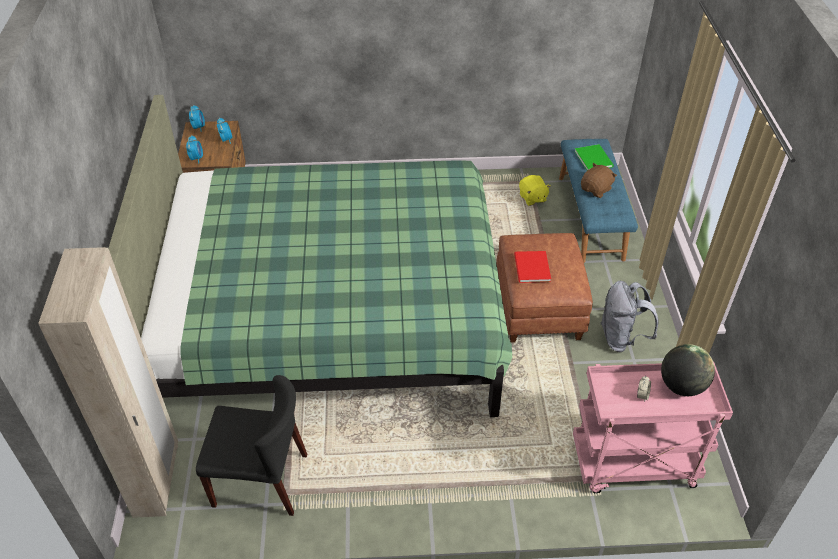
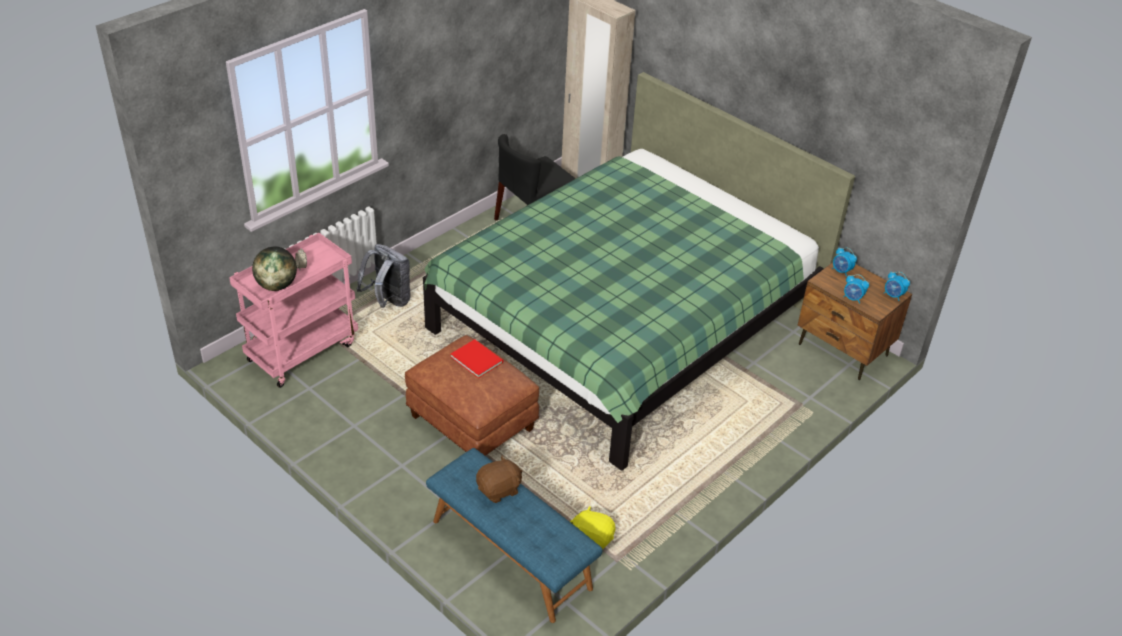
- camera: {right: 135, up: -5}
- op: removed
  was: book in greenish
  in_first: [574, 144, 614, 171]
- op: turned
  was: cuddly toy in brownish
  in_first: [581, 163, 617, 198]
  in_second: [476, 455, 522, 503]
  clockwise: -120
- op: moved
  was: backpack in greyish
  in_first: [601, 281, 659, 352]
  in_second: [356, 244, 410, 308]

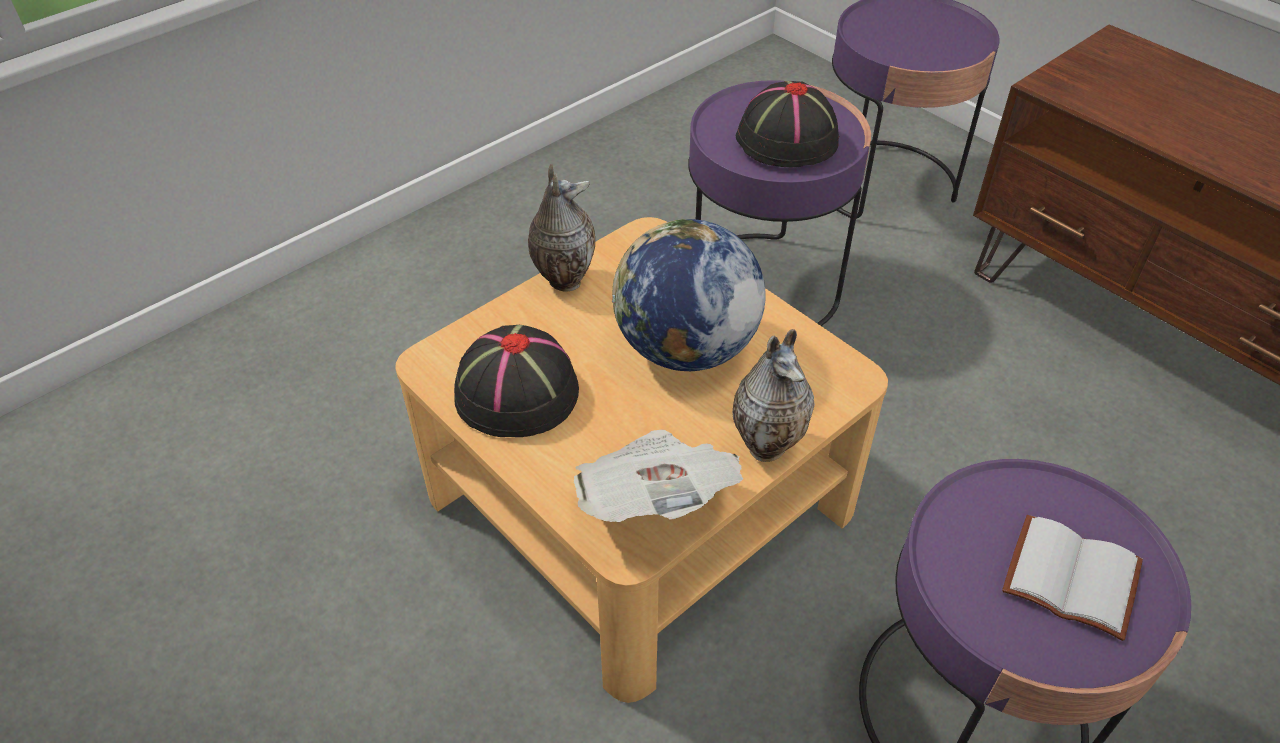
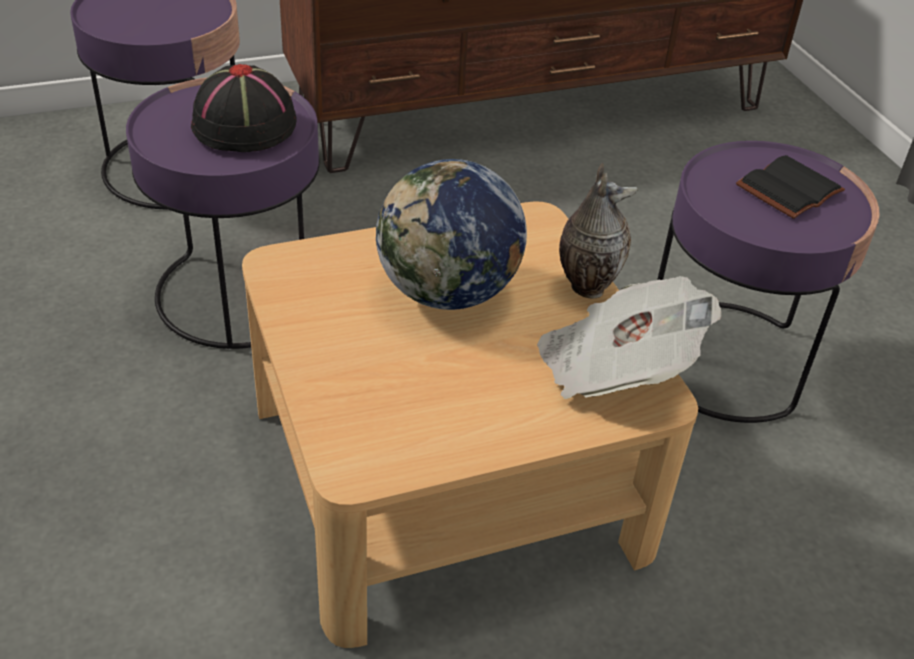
- camera: {right: -70, up: -5}
- op: removed
  was: clothing hat in black-coloured
  in_first: [454, 325, 579, 437]
- op: removed
  was: flower vase
  in_first: [528, 164, 595, 291]
- op: recoloured
  was: book in white-coloured
  now: book in black-coloured
  in_first: [1002, 515, 1143, 641]
  in_second: [736, 155, 845, 219]

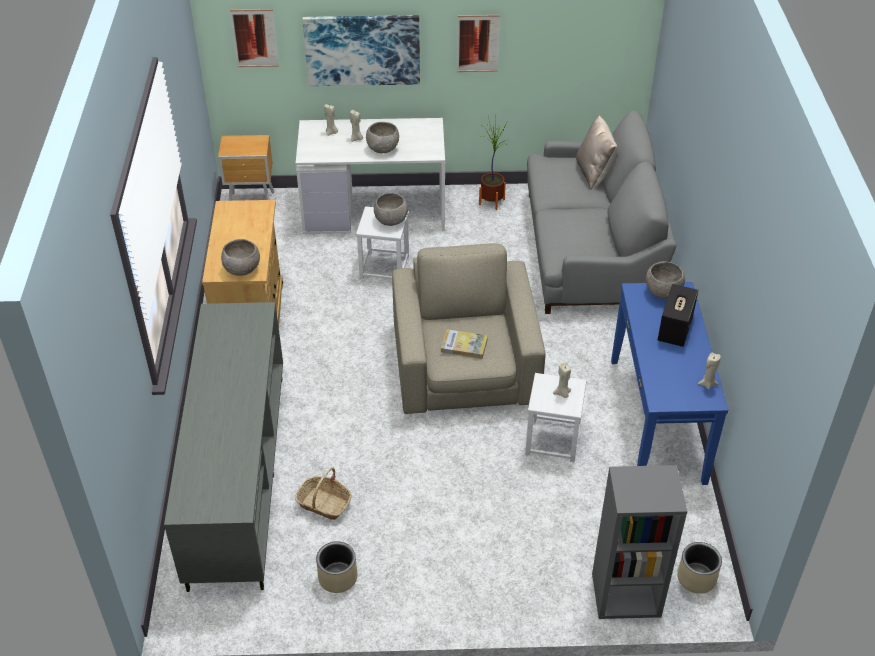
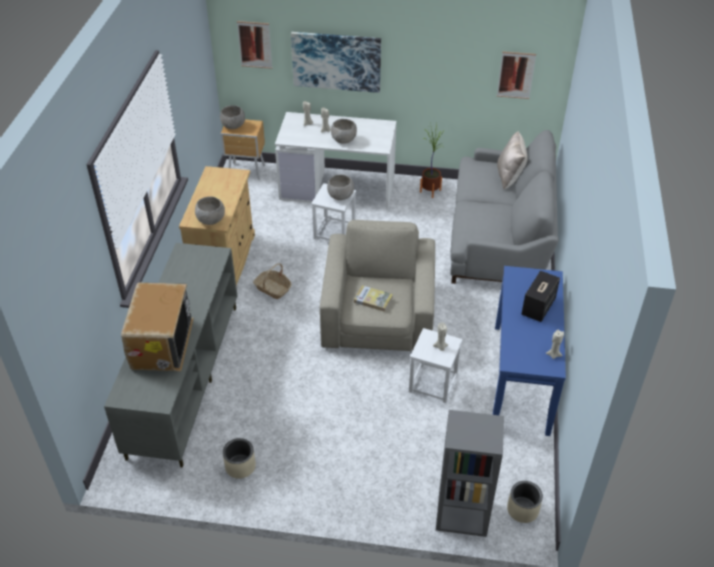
- camera: {right: 10, up: 0}
- op: moved
  was: household basket
  in_first: [295, 467, 351, 520]
  in_second: [253, 263, 291, 299]
- op: moved
  was: wall picture
  in_first: [457, 15, 500, 72]
  in_second: [497, 52, 536, 99]
- op: moved
  was: deep dish in greyish
  in_first: [646, 262, 685, 299]
  in_second: [220, 105, 245, 129]
- op: added
  now: TV set
  in_second: [121, 282, 193, 371]

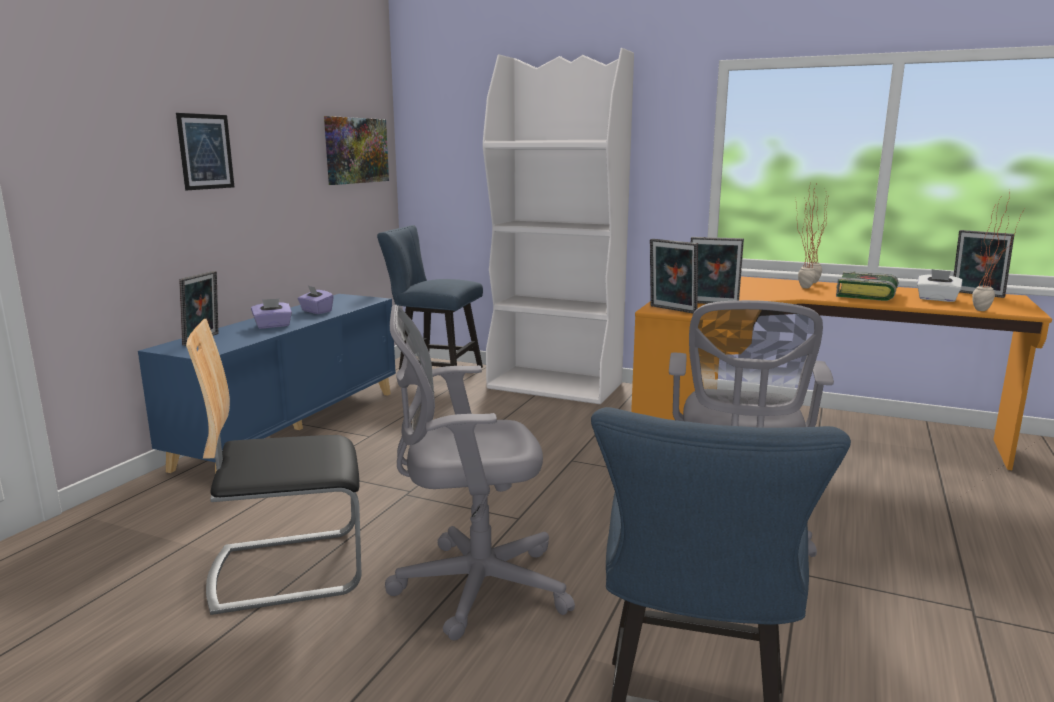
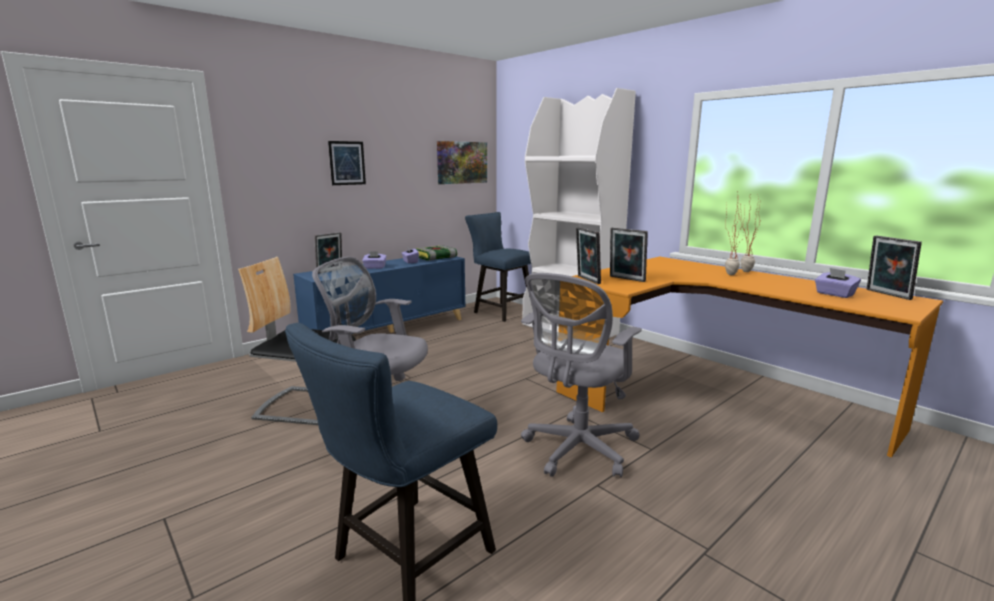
- camera: {right: 25, up: 0}
- op: moved
  was: book
  in_first: [836, 271, 898, 301]
  in_second: [416, 245, 457, 261]
- op: recoloured
  was: box of tissues in white-coloured
  now: box of tissues in purple
  in_first: [917, 269, 962, 302]
  in_second: [815, 268, 861, 298]
- op: removed
  was: houseplant
  in_first: [972, 190, 1022, 311]

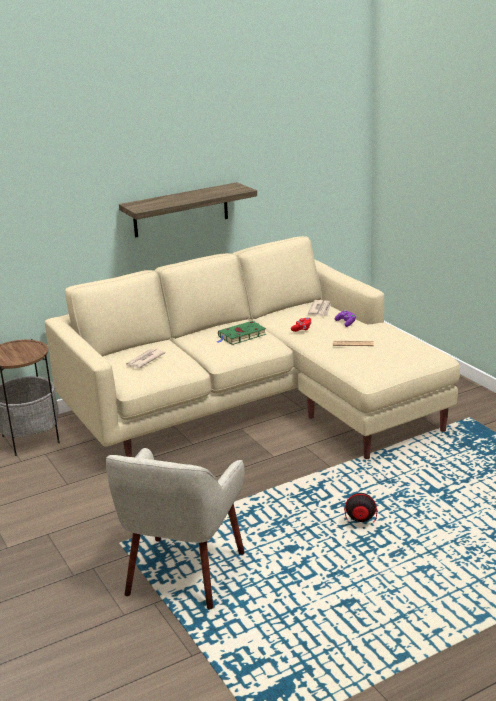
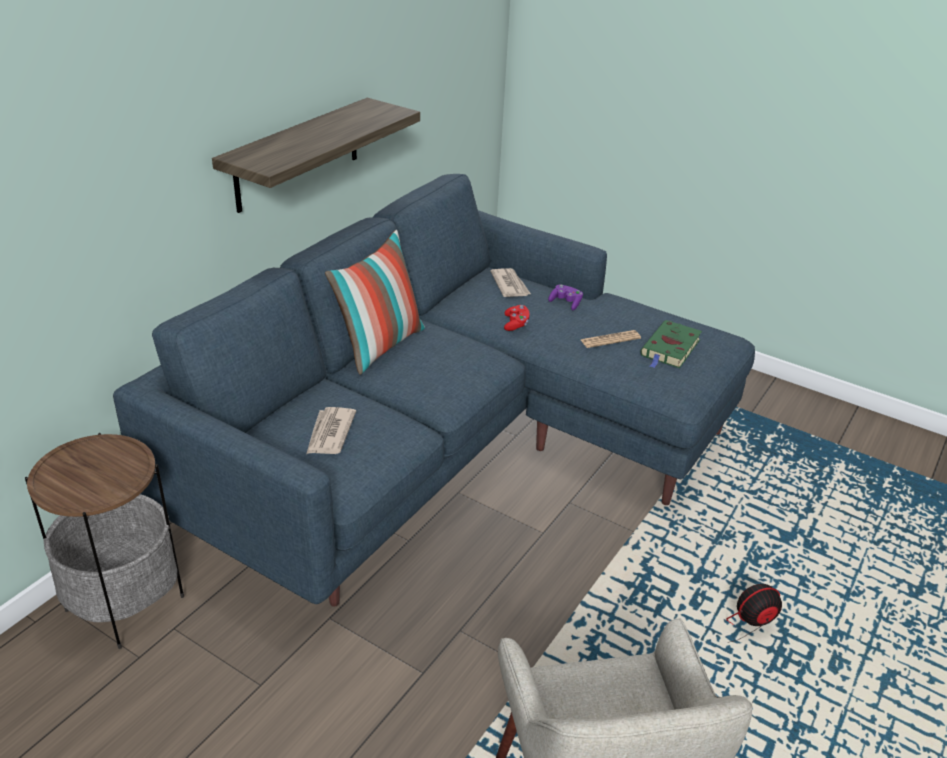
- camera: {right: -30, up: 10}
- op: recoloured
  was: settee in sand-coloured
  now: settee in blue
  in_first: [45, 236, 460, 459]
  in_second: [113, 174, 755, 607]
- op: moved
  was: book in greenish
  in_first: [217, 321, 266, 345]
  in_second: [640, 320, 702, 368]
- op: added
  now: pillow
  in_second: [325, 230, 425, 375]

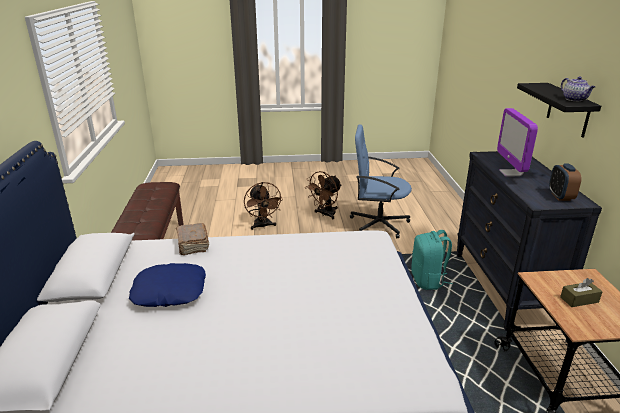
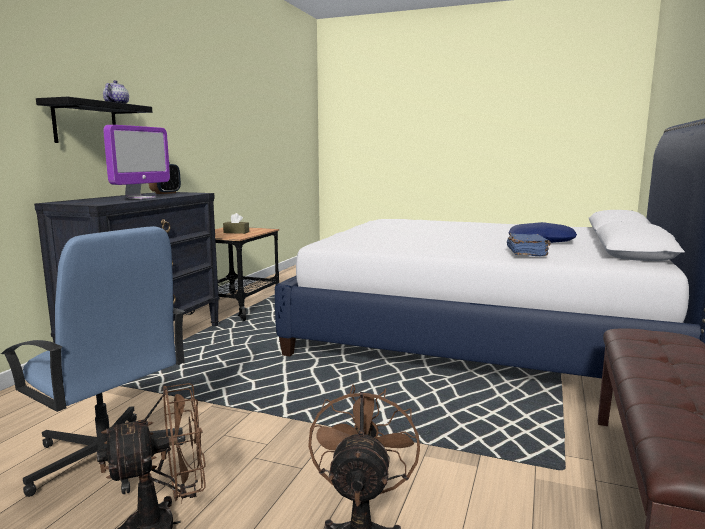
- camera: {right: -155, up: -15}
- op: recoloured
  was: book in brownish
  now: book in blue
  in_first: [176, 223, 209, 255]
  in_second: [506, 233, 551, 257]
- op: removed
  was: backpack in blue-green
  in_first: [411, 230, 452, 290]

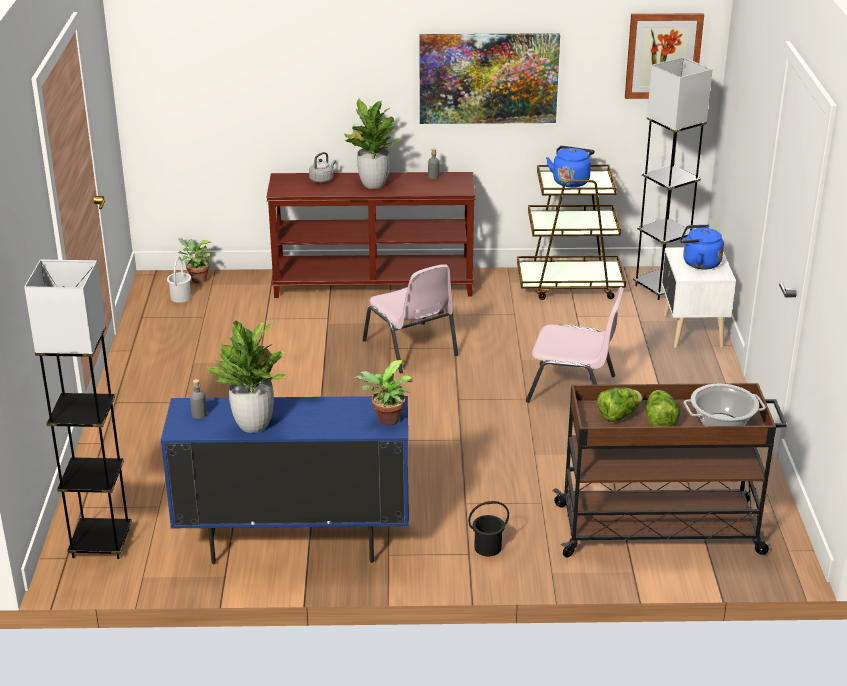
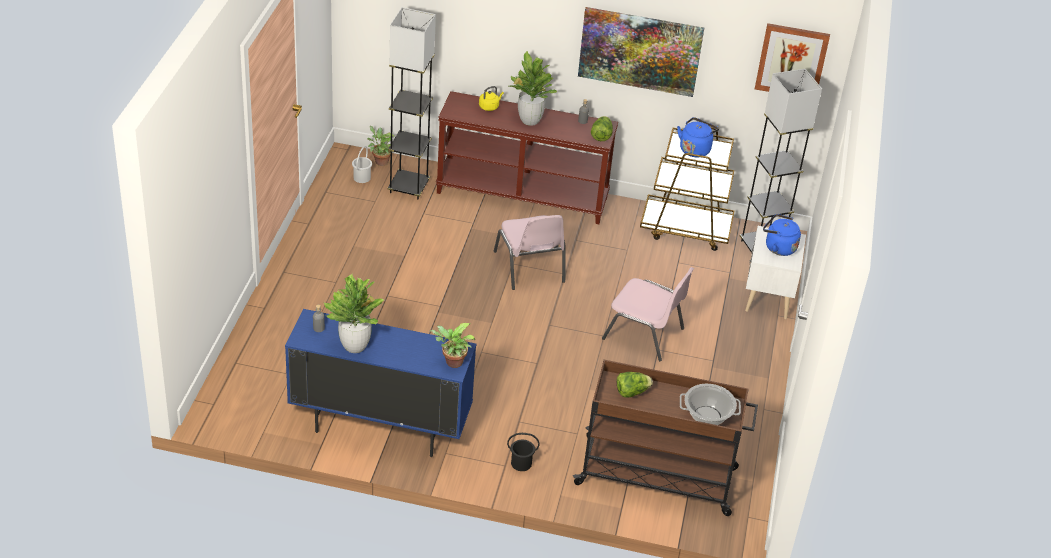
- camera: {right: 10, up: 10}
- op: moved
  was: floor lamp in greyish
  in_first: [24, 259, 132, 559]
  in_second: [388, 7, 436, 199]
- op: recoloured
  was: water kettle in greyish
  now: water kettle in yellow-coloured
  in_first: [309, 152, 336, 183]
  in_second: [479, 86, 504, 111]
- op: moved
  was: head of lettuce
  in_first: [645, 390, 680, 427]
  in_second: [591, 116, 613, 141]

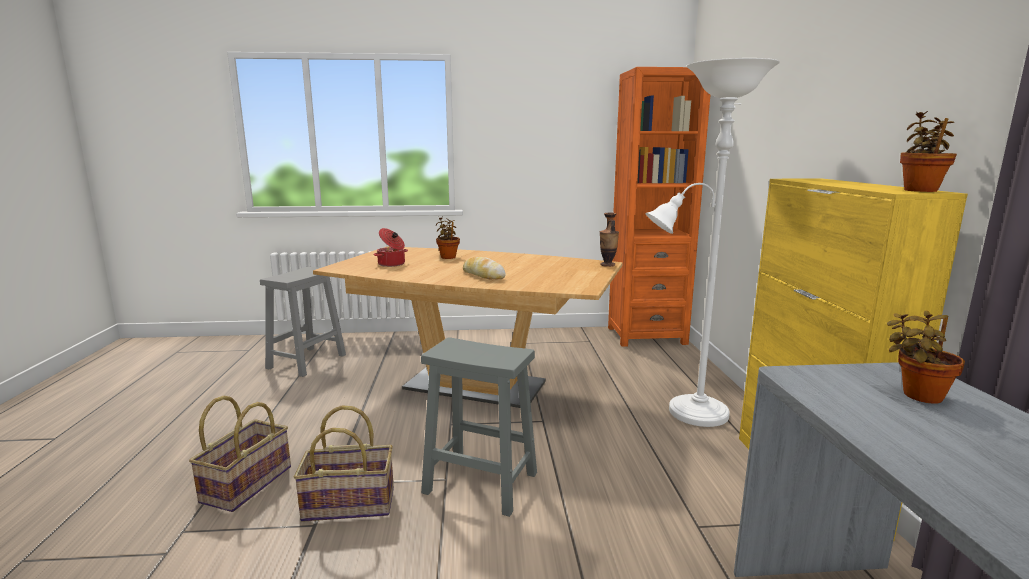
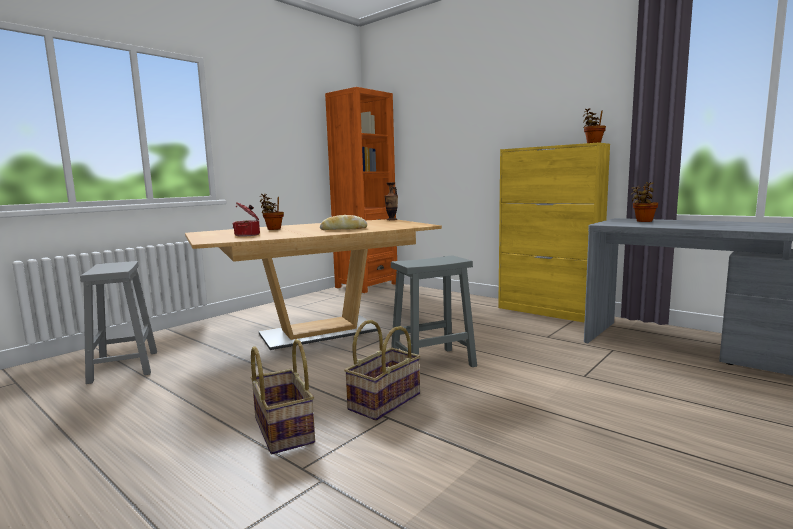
- camera: {right: -45, up: -5}
- op: removed
  was: floor lamp in white-coloured
  in_first: [646, 58, 780, 427]

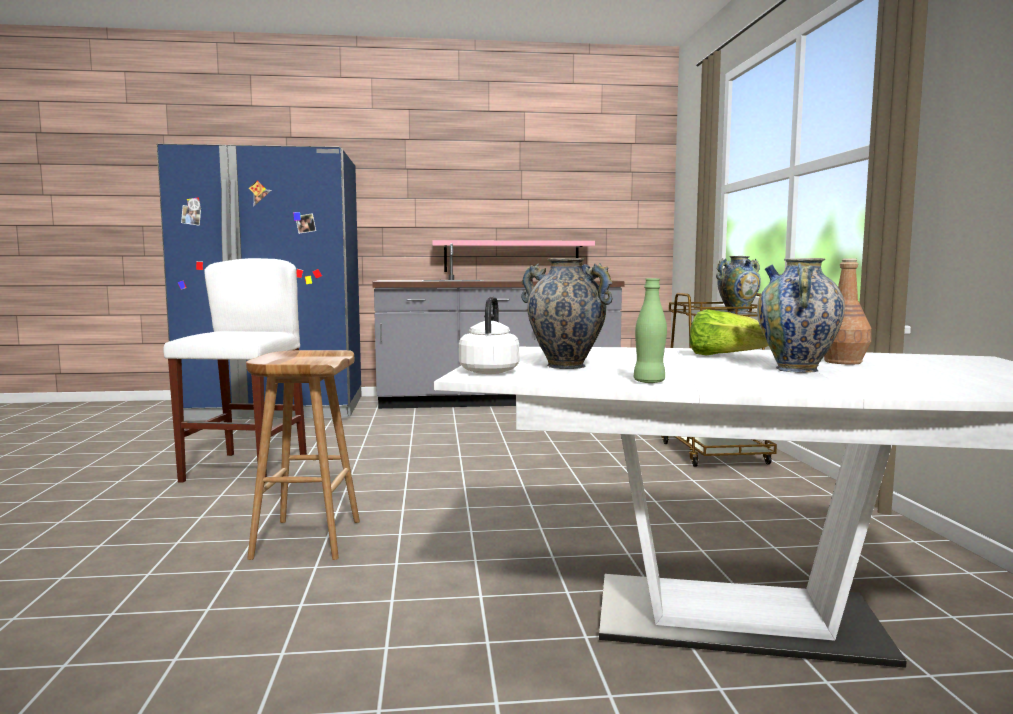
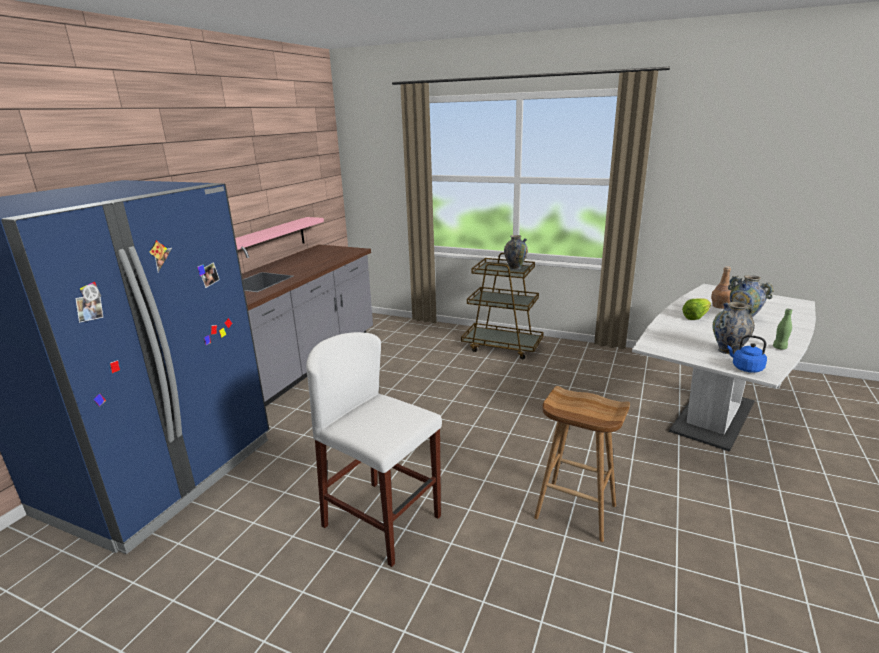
- camera: {right: -60, up: 15}
- op: recoloured
  was: water kettle in white-coloured
  now: water kettle in blue
  in_first: [459, 297, 519, 374]
  in_second: [727, 335, 767, 373]

